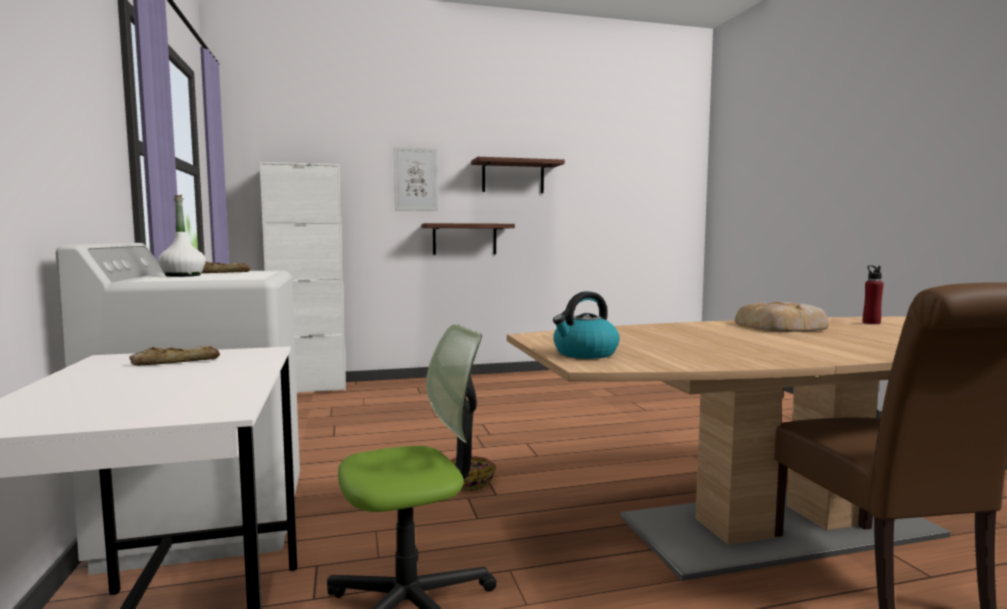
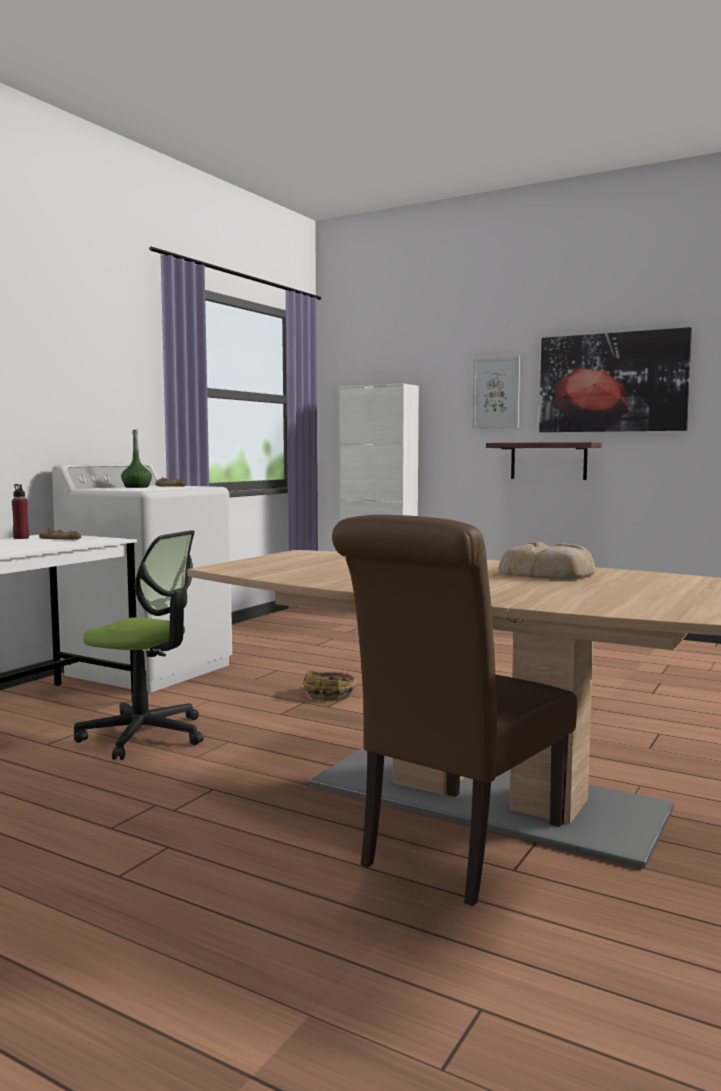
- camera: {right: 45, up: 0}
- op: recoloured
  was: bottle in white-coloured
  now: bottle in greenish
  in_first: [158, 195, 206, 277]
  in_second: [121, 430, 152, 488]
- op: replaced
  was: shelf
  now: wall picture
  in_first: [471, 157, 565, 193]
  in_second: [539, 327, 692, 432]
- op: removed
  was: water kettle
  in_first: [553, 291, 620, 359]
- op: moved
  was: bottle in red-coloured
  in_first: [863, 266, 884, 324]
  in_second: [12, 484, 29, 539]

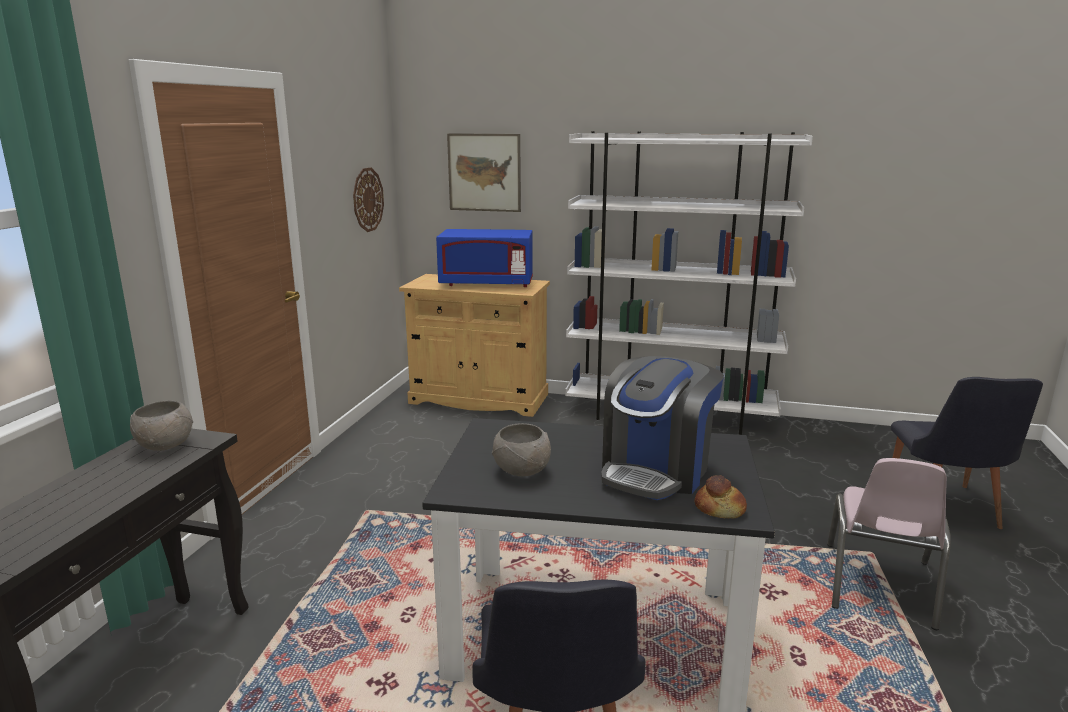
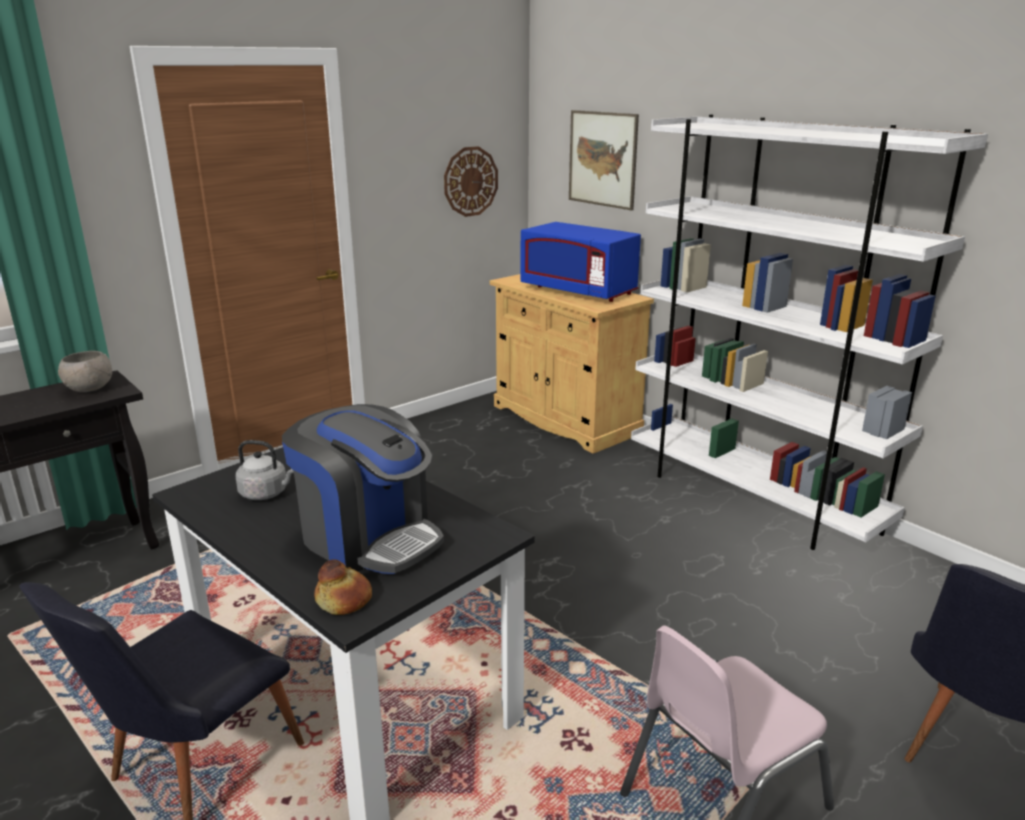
- camera: {right: 35, up: 5}
- op: replaced
  was: deep dish in greyish
  now: water kettle in greyish
  in_first: [492, 423, 551, 477]
  in_second: [235, 440, 294, 500]
- op: turned
  was: coffee brewer
  in_first: [601, 356, 724, 500]
  in_second: [282, 404, 444, 574]
  clockwise: -120

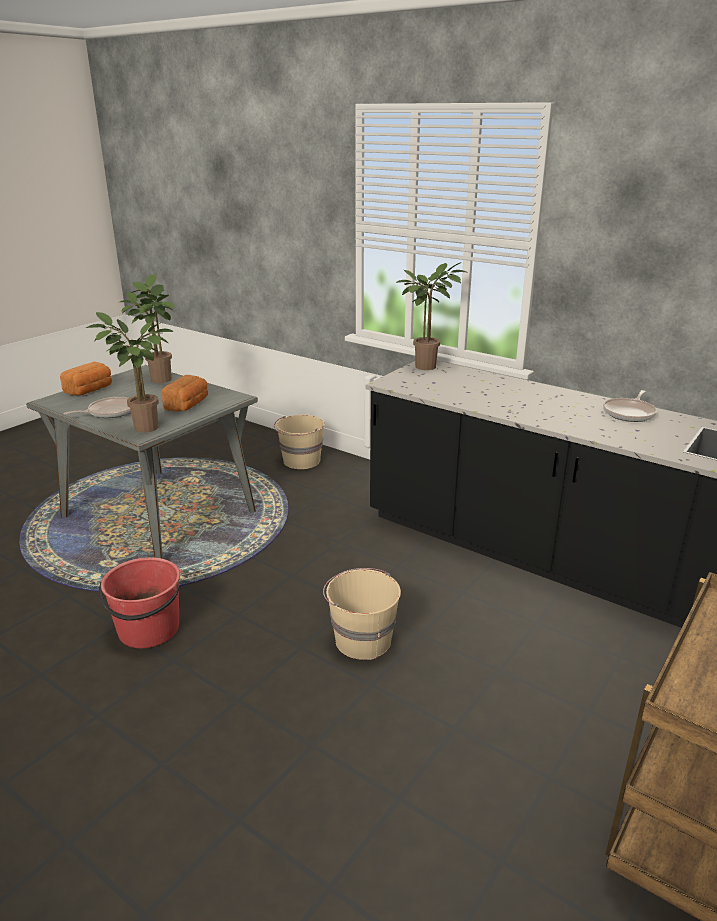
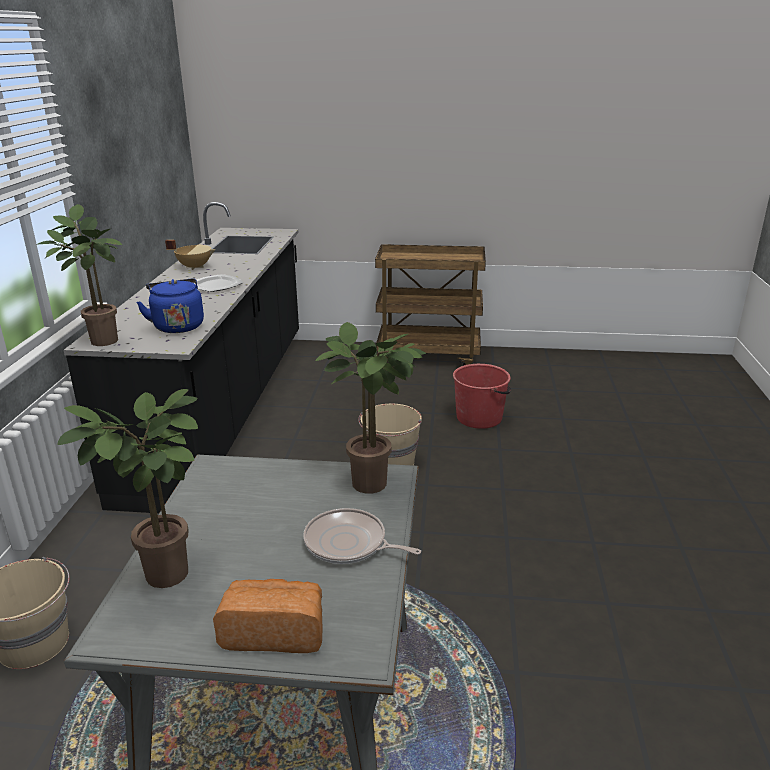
- camera: {right: -120, up: 0}
- op: moved
  was: water bucket in red-coloured
  in_first: [99, 557, 180, 648]
  in_second: [453, 364, 511, 429]
- op: removed
  was: bakery bread
  in_first: [162, 375, 208, 412]
- op: replaced
  was: skillet
  now: cooking pot in sand-coloured
  in_first: [603, 390, 657, 422]
  in_second: [165, 240, 215, 270]
- op: added
  now: water kettle in blue
  in_second: [137, 278, 204, 333]
- op: added
  now: flat dish
  in_second: [194, 274, 244, 292]

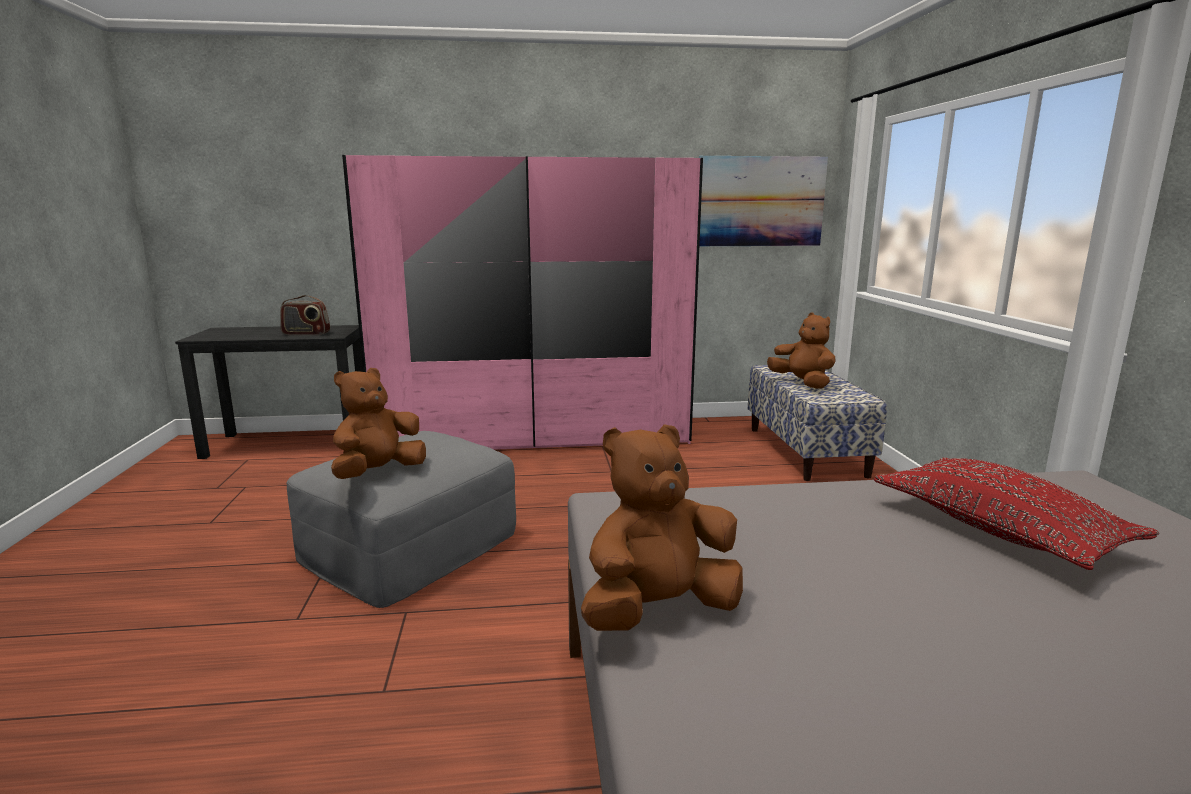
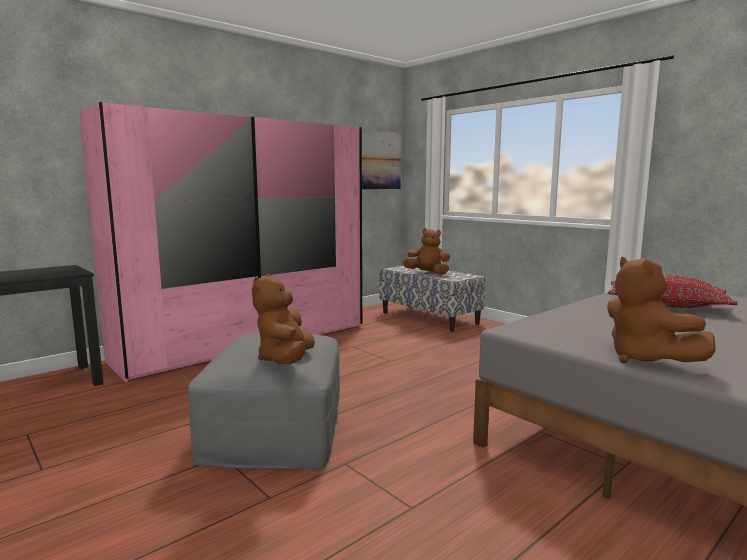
- camera: {right: -35, up: -5}
- op: removed
  was: radio
  in_first: [280, 295, 330, 335]
- op: turned
  was: cuddly toy in brownish
  in_first: [581, 424, 743, 631]
  in_second: [607, 257, 716, 363]
  clockwise: -45

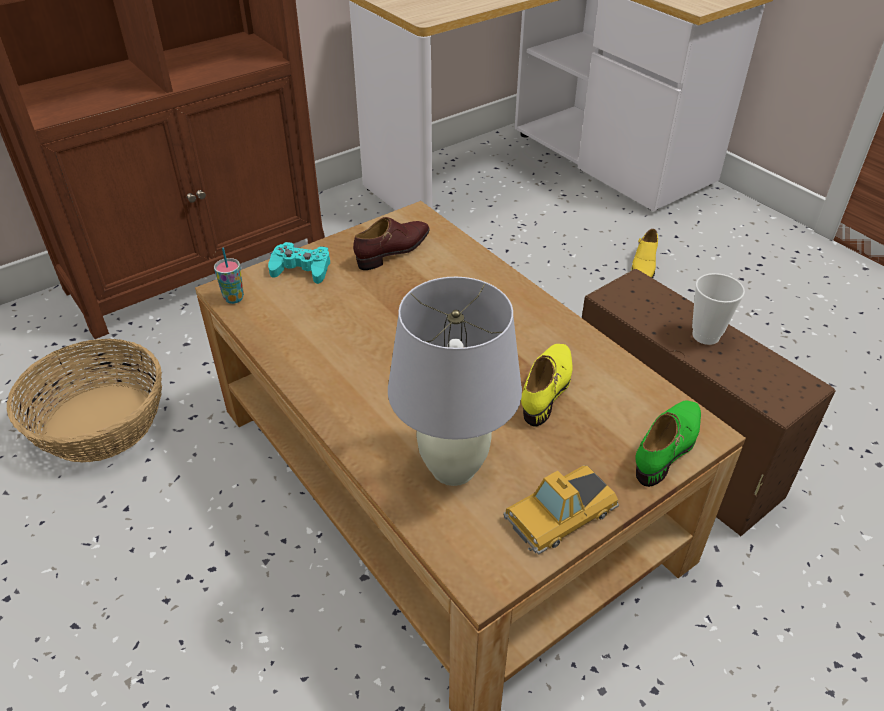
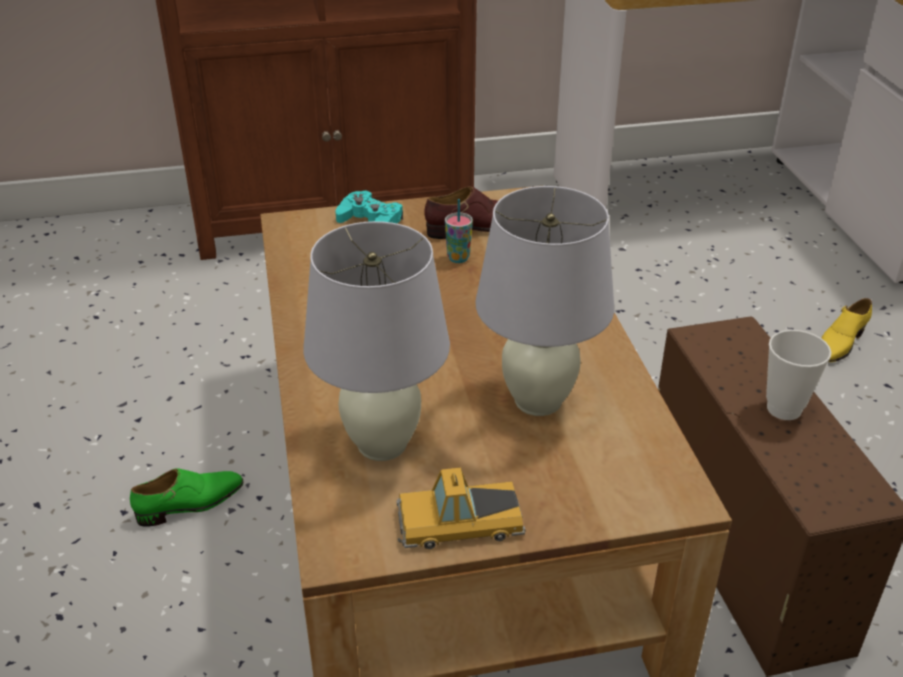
- camera: {right: 25, up: -5}
- op: removed
  was: household basket
  in_first: [7, 339, 162, 462]
- op: moved
  was: cup
  in_first: [214, 248, 244, 304]
  in_second: [445, 199, 473, 263]
- op: replaced
  was: low shoe in yellow-coloured
  now: tabletop lamp in white-coloured
  in_first: [521, 344, 573, 426]
  in_second: [475, 186, 614, 416]
- op: moved
  was: low shoe in greenish
  in_first: [635, 400, 701, 487]
  in_second: [130, 468, 243, 527]

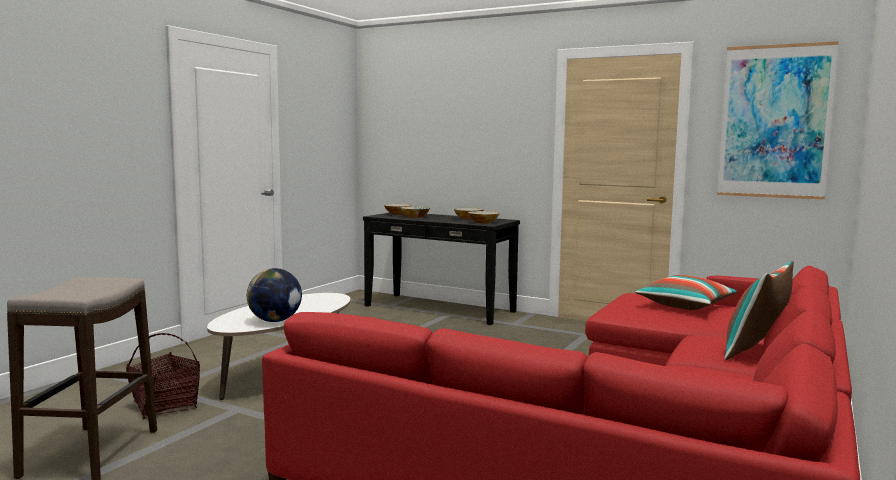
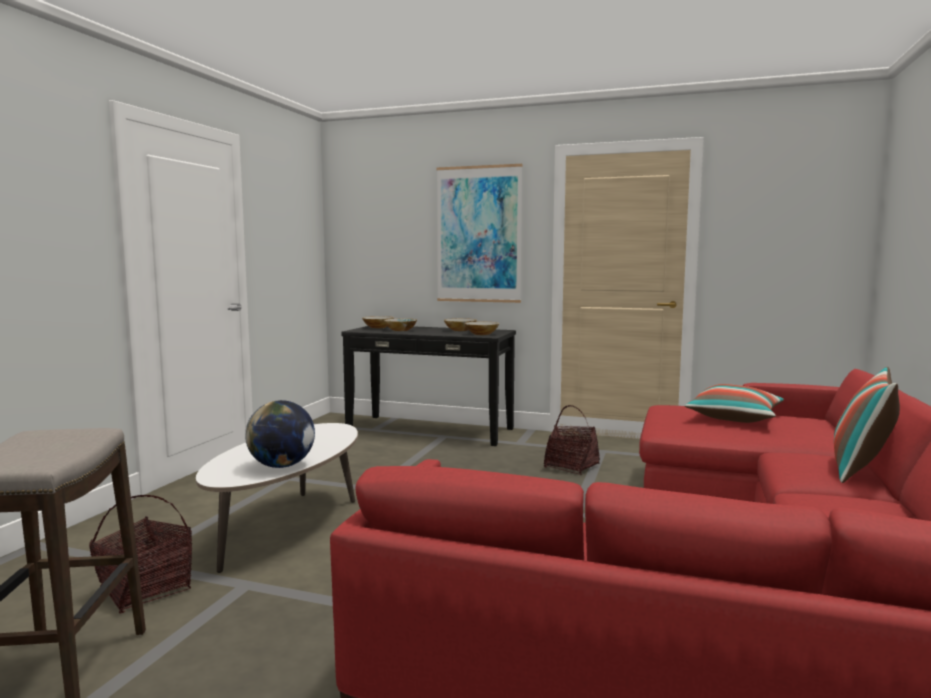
- camera: {right: -10, up: 0}
- op: moved
  was: wall picture
  in_first: [717, 41, 839, 200]
  in_second: [436, 164, 523, 303]
- op: added
  now: household basket
  in_second: [544, 405, 600, 475]

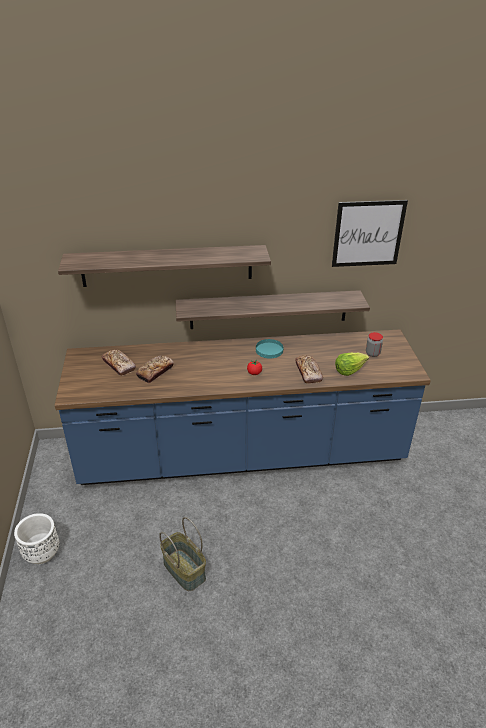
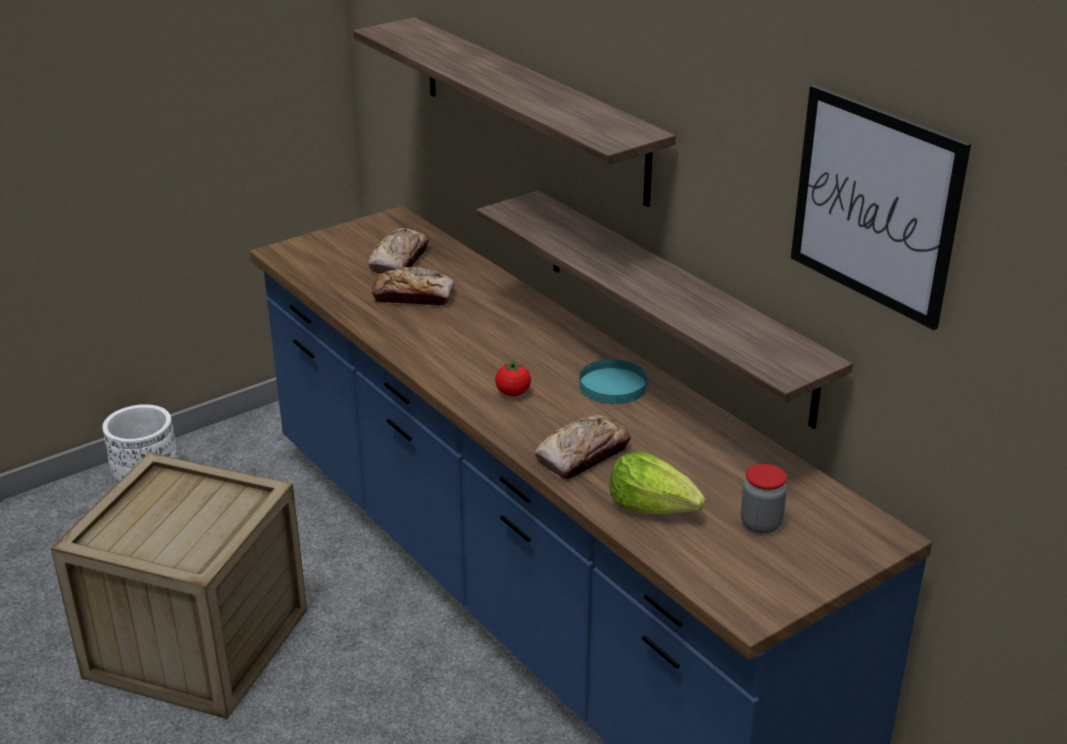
- camera: {right: 60, up: -5}
- op: replaced
  was: household basket
  now: shipping crate
  in_first: [159, 517, 206, 591]
  in_second: [51, 452, 307, 719]

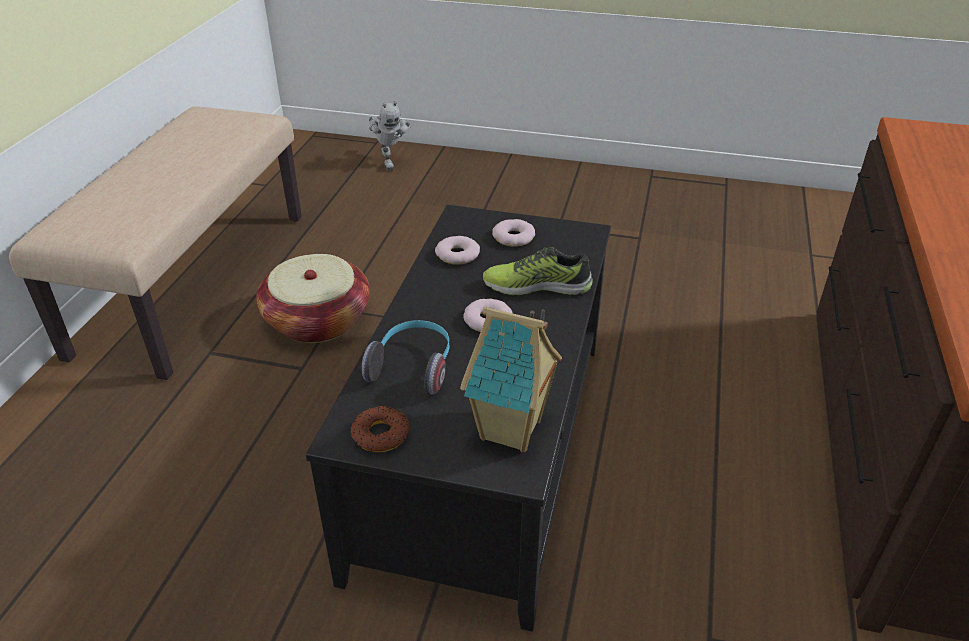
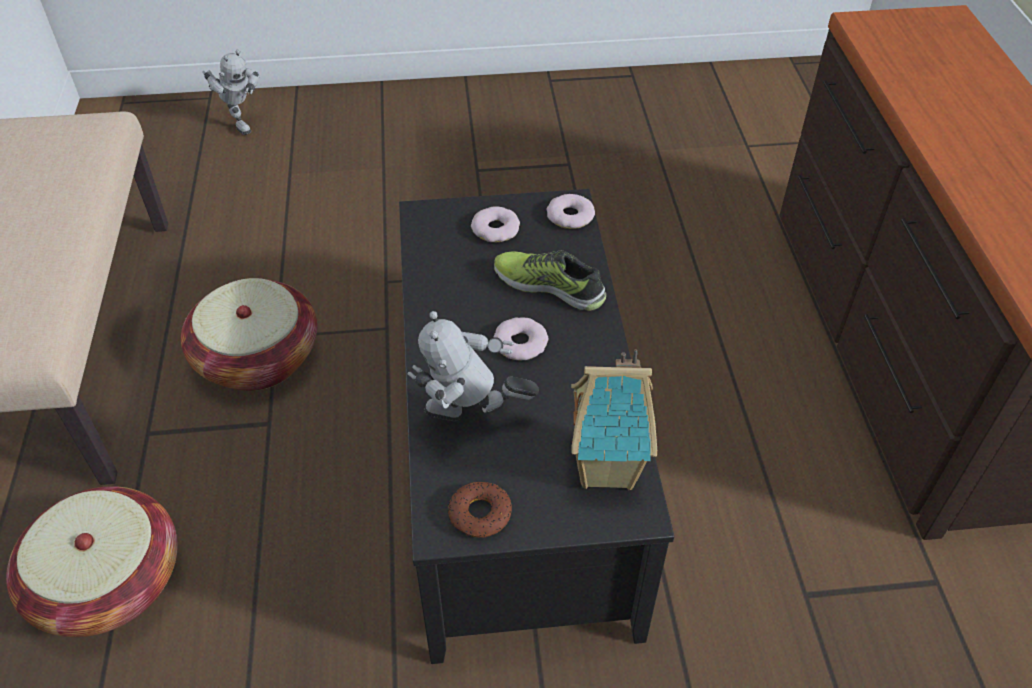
- camera: {right: -20, up: 10}
- op: replaced
  was: pair of headphones
  now: model robot
  in_first: [361, 320, 449, 395]
  in_second: [408, 311, 539, 421]
- op: moved
  was: ring doughnut
  in_first: [435, 236, 480, 265]
  in_second: [546, 194, 595, 229]
- op: turned
  was: low shoe
  in_first: [483, 247, 593, 295]
  in_second: [494, 250, 606, 311]
  clockwise: 45
- op: added
  now: household basket
  in_second: [6, 486, 178, 637]

